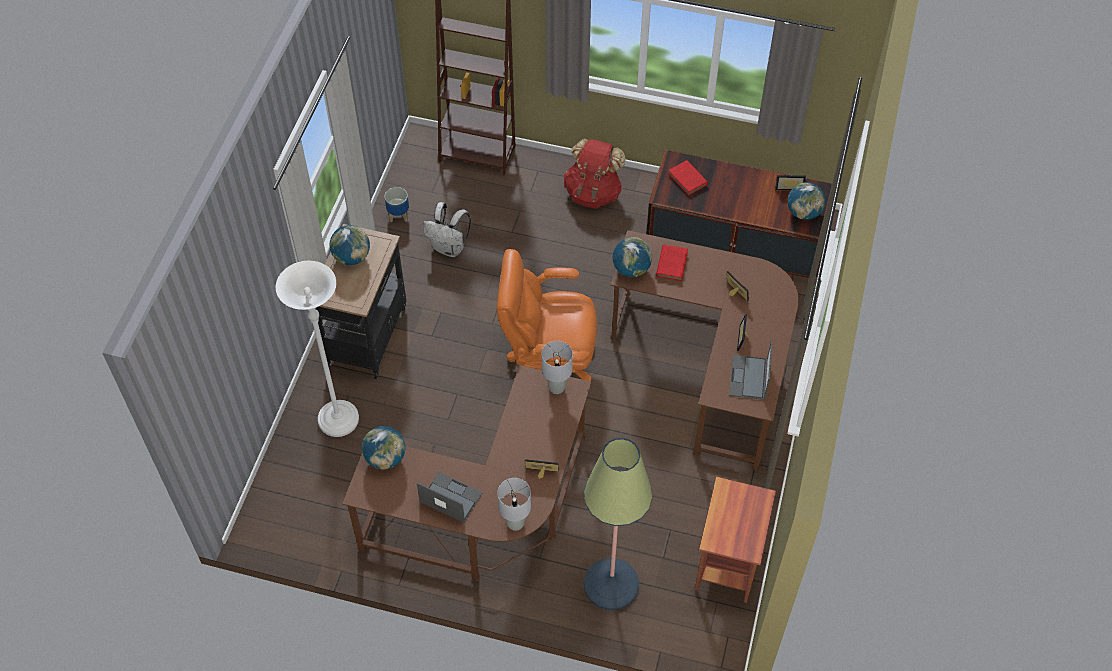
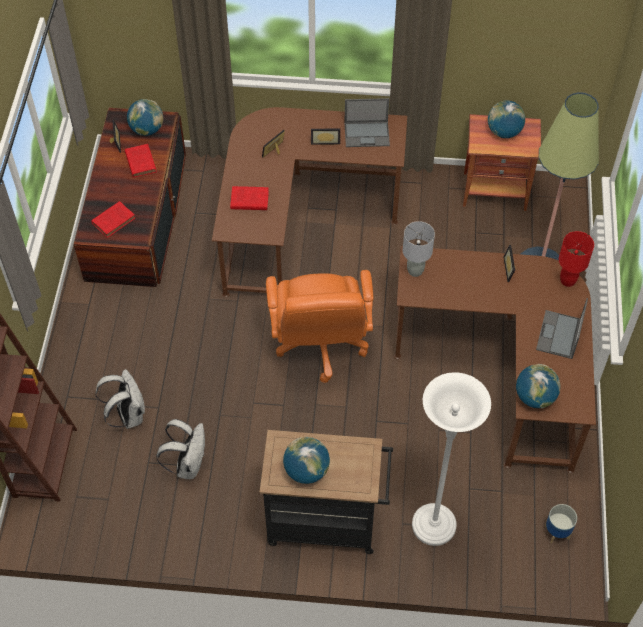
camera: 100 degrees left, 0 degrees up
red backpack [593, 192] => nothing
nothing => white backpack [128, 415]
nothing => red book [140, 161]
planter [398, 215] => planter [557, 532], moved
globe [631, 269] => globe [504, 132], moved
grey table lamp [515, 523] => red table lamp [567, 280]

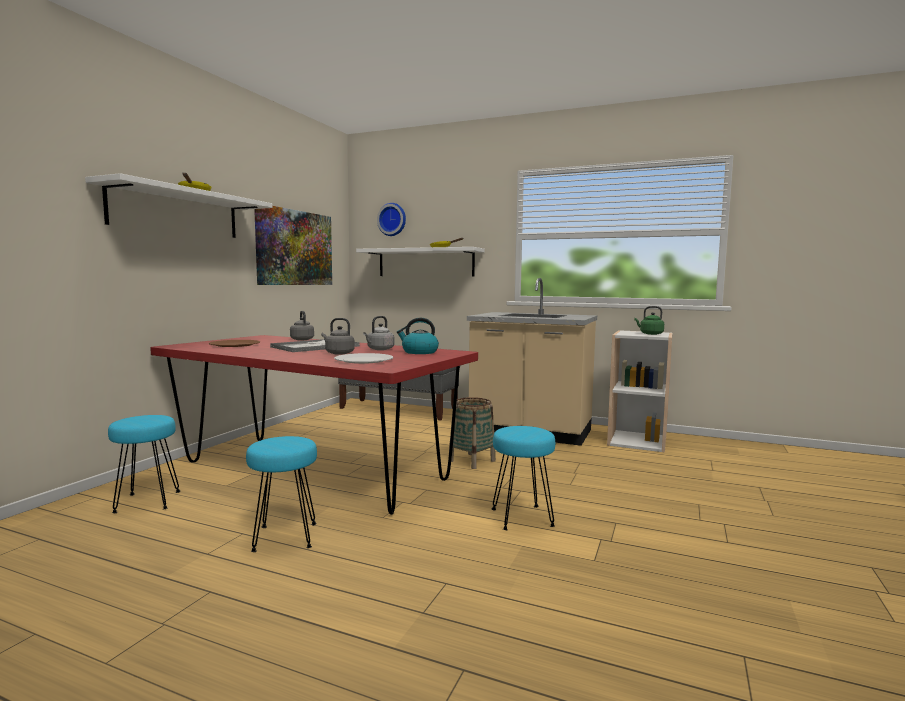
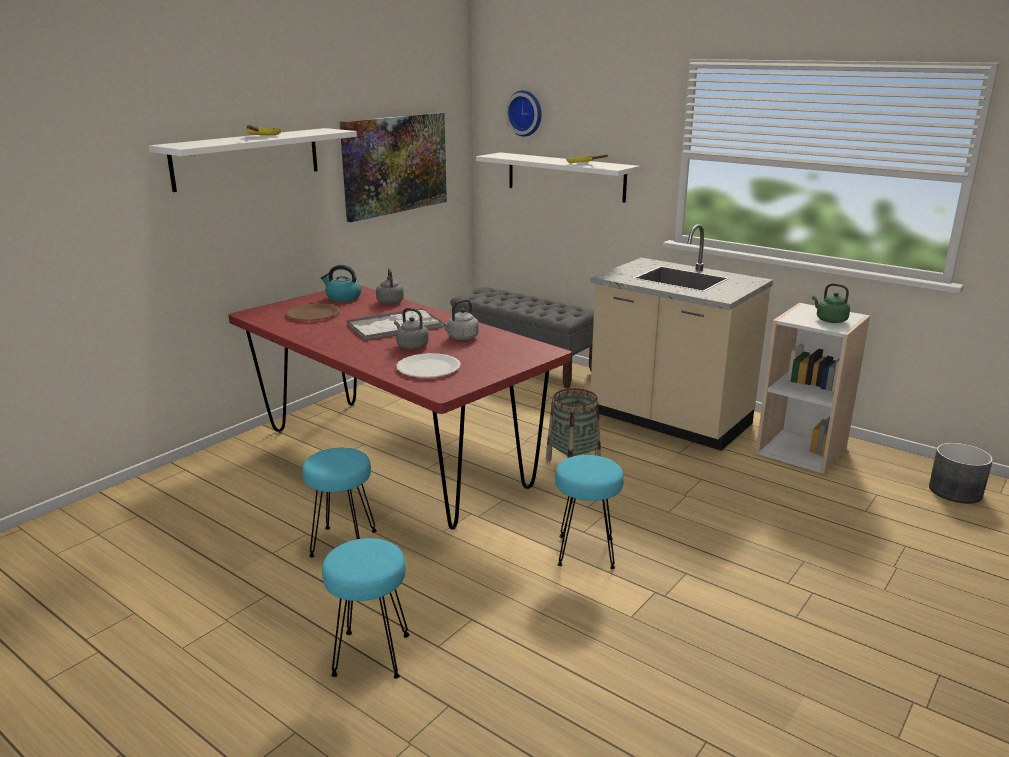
camera: 15 degrees right, 15 degrees up
nothing => grey planter [955, 491]
turquoise stool [147, 502] => turquoise stool [370, 654], moved
kettle [419, 352] => kettle [343, 297], moved

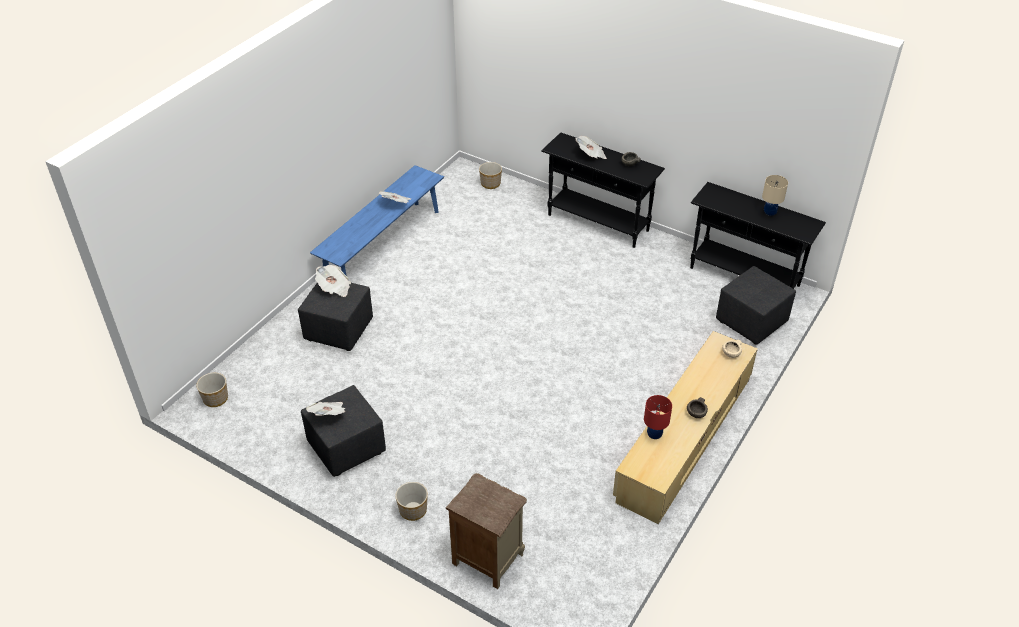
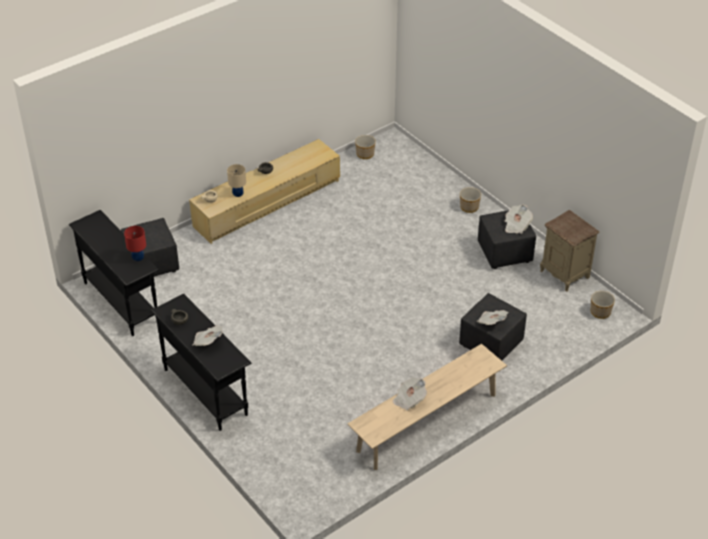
camera: 160 degrees left, 0 degrees up
beige nightstand [488, 557] => beige nightstand [564, 275], moved
planter [491, 183] => planter [364, 154], moved
red table lamp [655, 435] => red table lamp [138, 258], moved
beige table lamp [769, 212] => beige table lamp [238, 195], moved
blue bench [383, 246] => beige bench [427, 422]

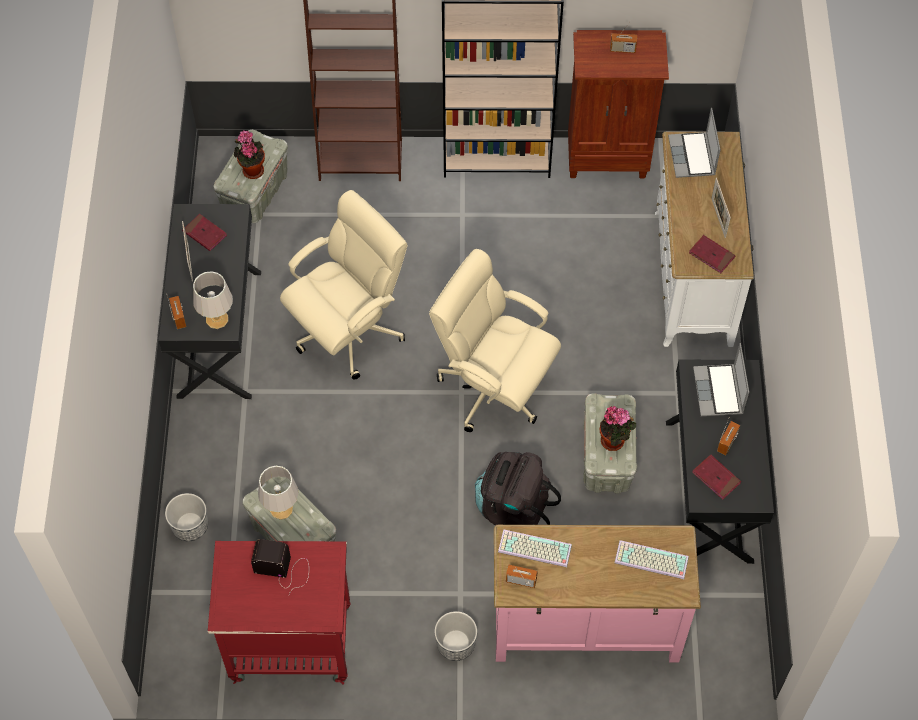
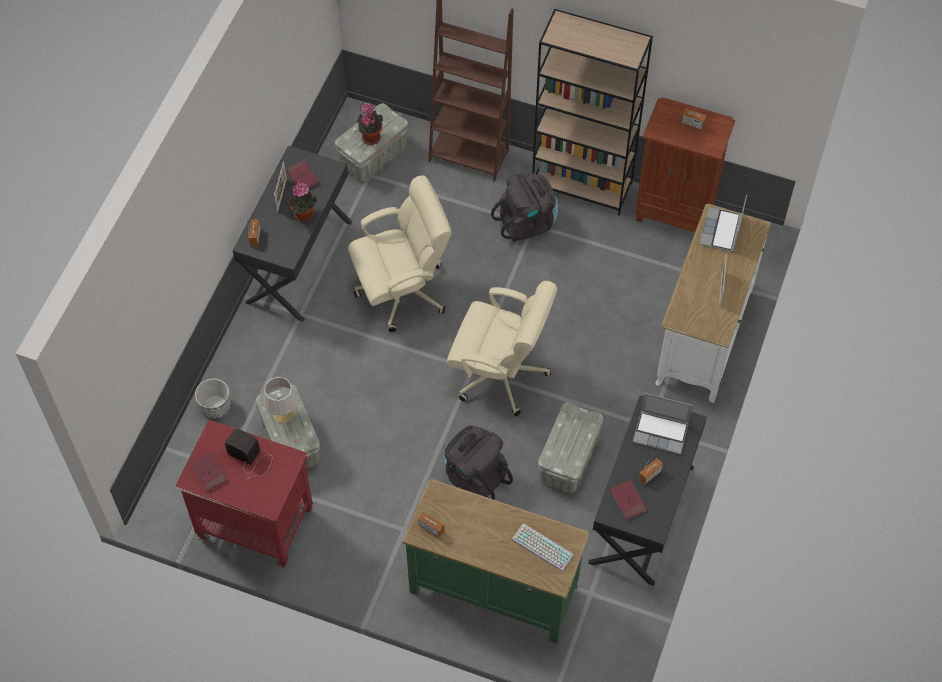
camera: 20 degrees right, 0 degrees up
grey table lamp [217, 319] => nothing
planter [455, 644] => nothing
keyboard [533, 549] => nothing
nothing => black backpack [527, 223]
potted plant [614, 441] => potted plant [305, 215], moved
red book [711, 255] => red book [209, 473], moved
pink dresser [585, 623] => green dresser [494, 587]
beige office chair [494, 387] => beige office chair [500, 374], 150 degrees clockwise
laptop [719, 392] => laptop [661, 432], 90 degrees counterclockwise

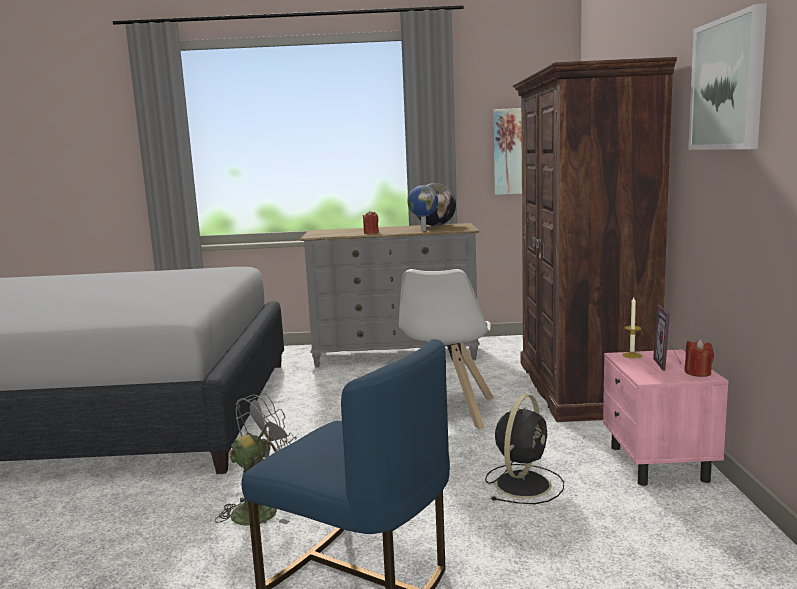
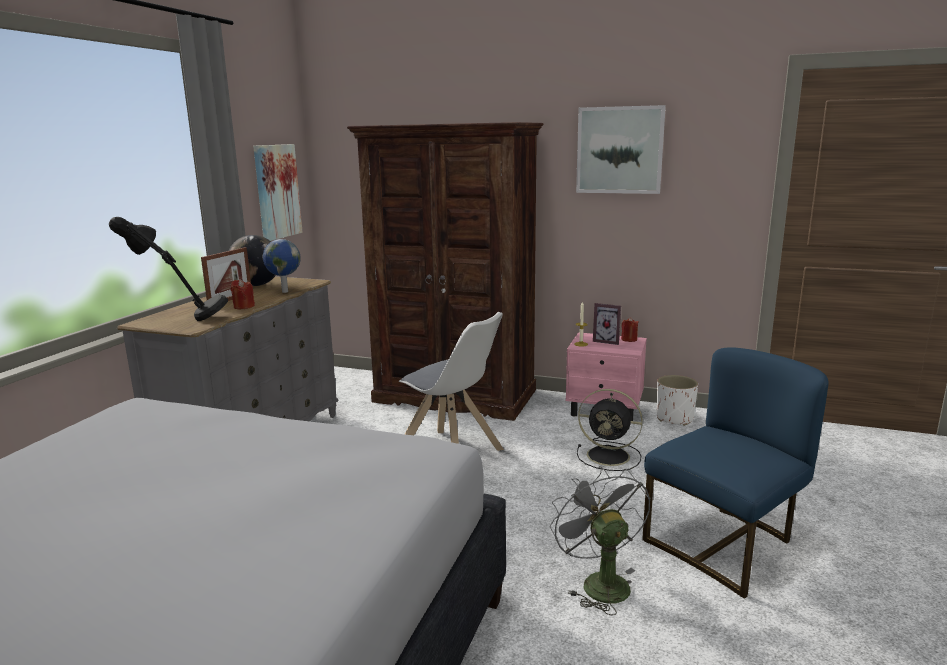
camera: 70 degrees left, 5 degrees up
nothing => black table lamp [178, 319]
nothing => picture frame [230, 299]
nothing => white planter [675, 418]
black fan [524, 483] => black fan [610, 456], 150 degrees clockwise

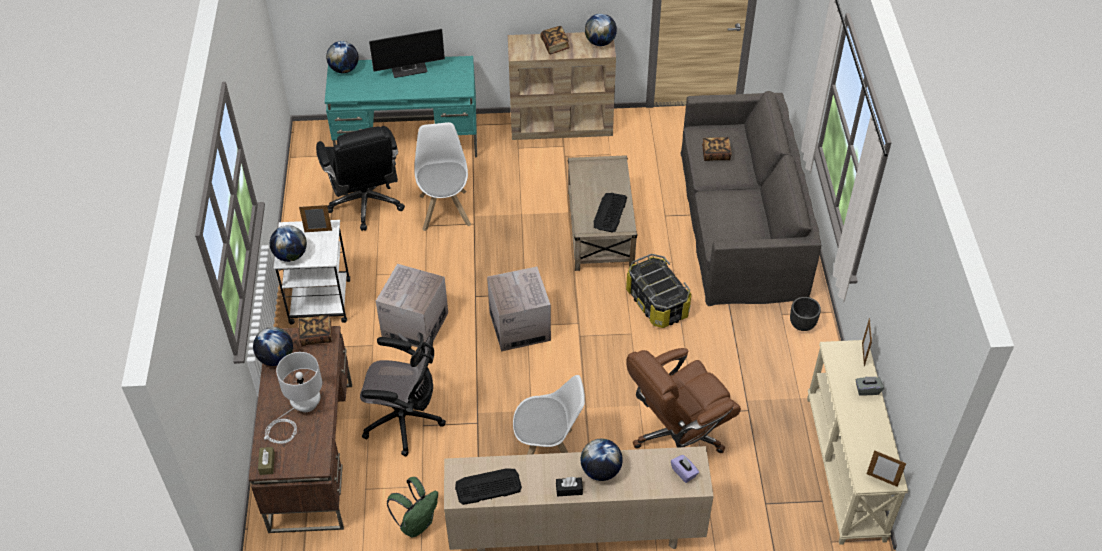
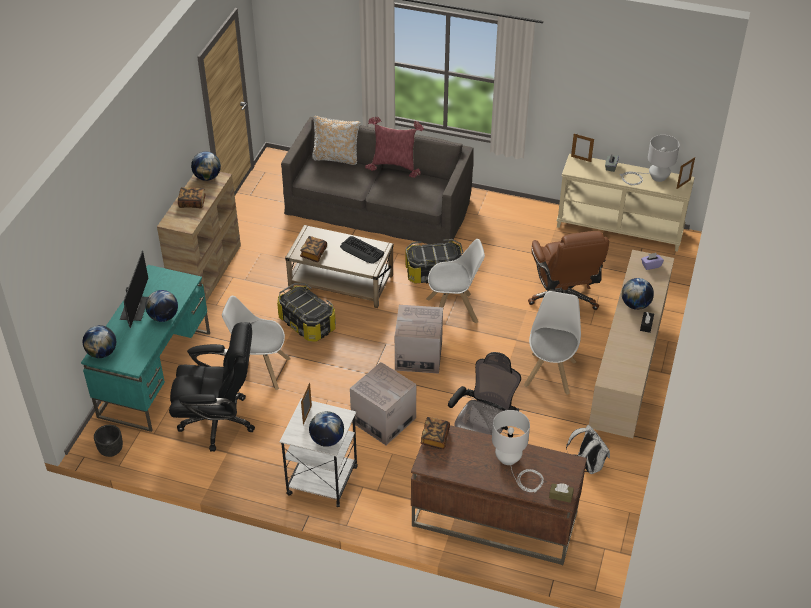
camera: 70 degrees left, 5 degrees down
keyboard [488, 486] => nothing
nothing => storage box [307, 323]
nothing => white pillow [336, 159]
nothing => red pillow [394, 169]
nothing => chair [453, 310]
nothing => white table lamp [648, 177]
globe [276, 358] => globe [164, 317], moved
book [715, 154] => book [313, 253], moved
black planter [802, 325] => black planter [111, 451], moved
green backpack [417, 523] => white backpack [587, 465]

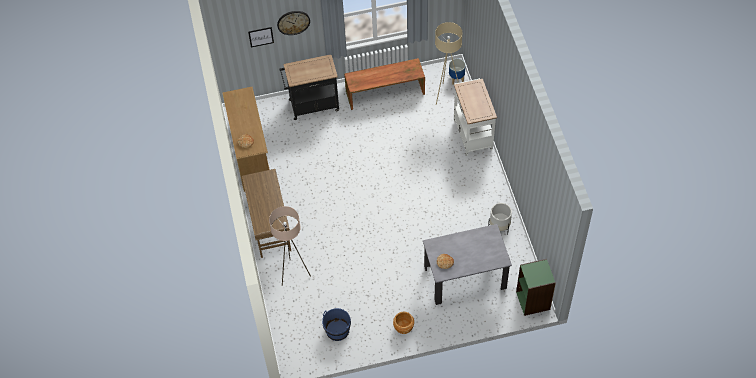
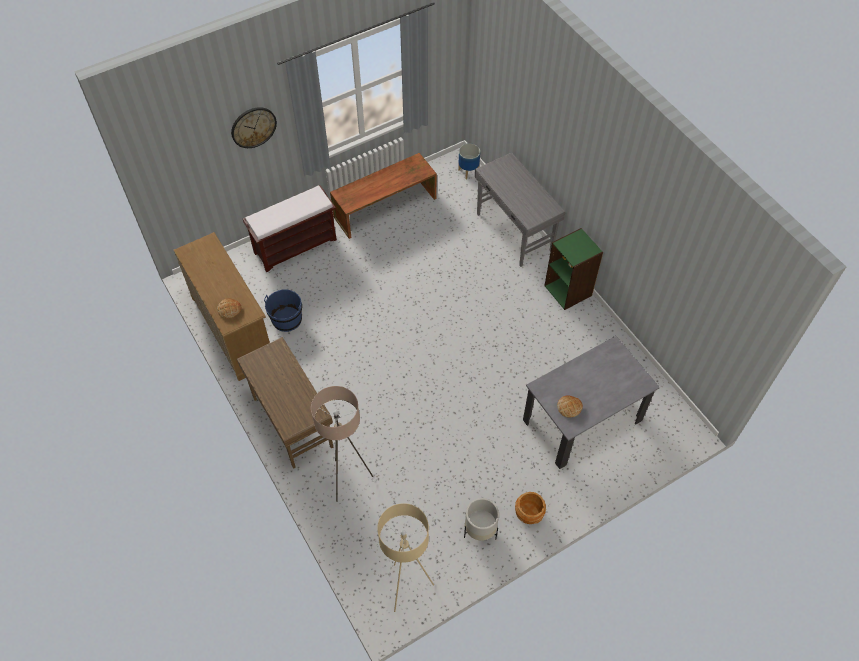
camera: 20 degrees left, 0 degrees up
picture [261, 37] => nothing
blue bucket [337, 330] => blue bucket [287, 319], moved
beige floor lamp [446, 95] => beige floor lamp [407, 587], moved
white planter [499, 226] => white planter [480, 529], moved
green bookcase [533, 300] => green bookcase [568, 290], moved
black cart [312, 106] => brown bench [296, 245]
white cart [472, 133] => grey console table [514, 232]

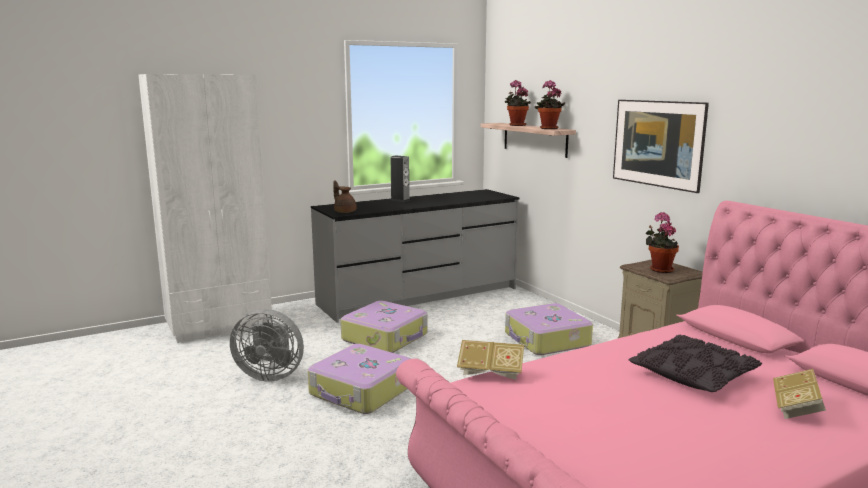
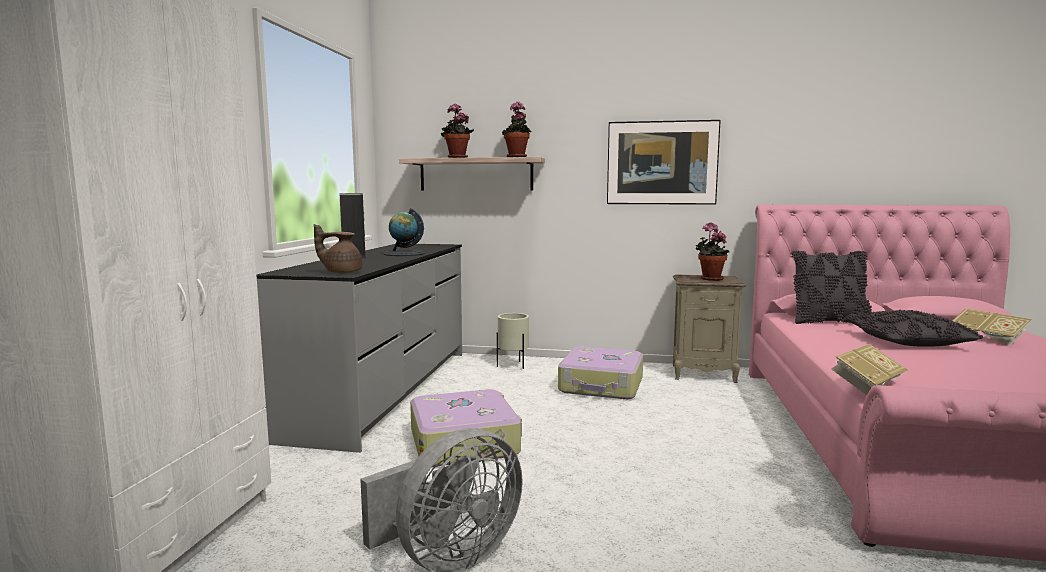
camera: 50 degrees left, 5 degrees down
suitcase [361, 391] => nothing
nothing => globe [404, 254]
nothing => beige planter [513, 365]
nothing => black pillow [829, 322]

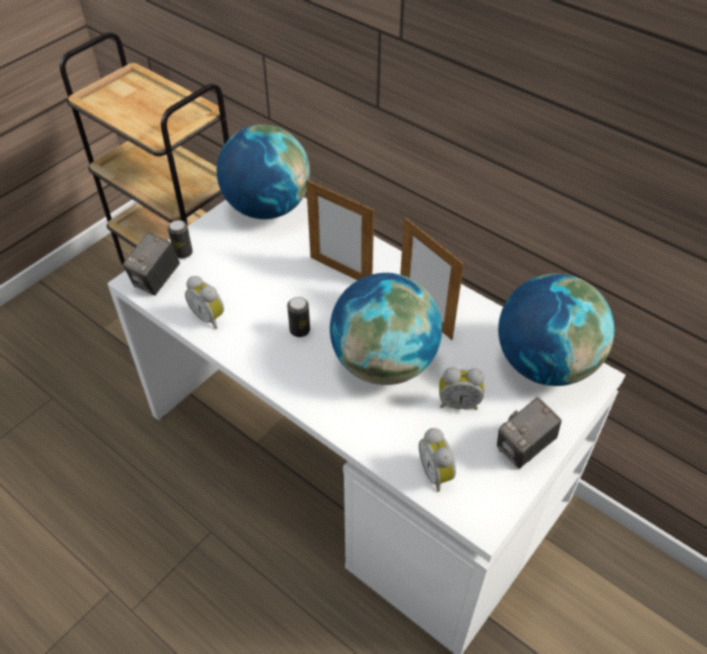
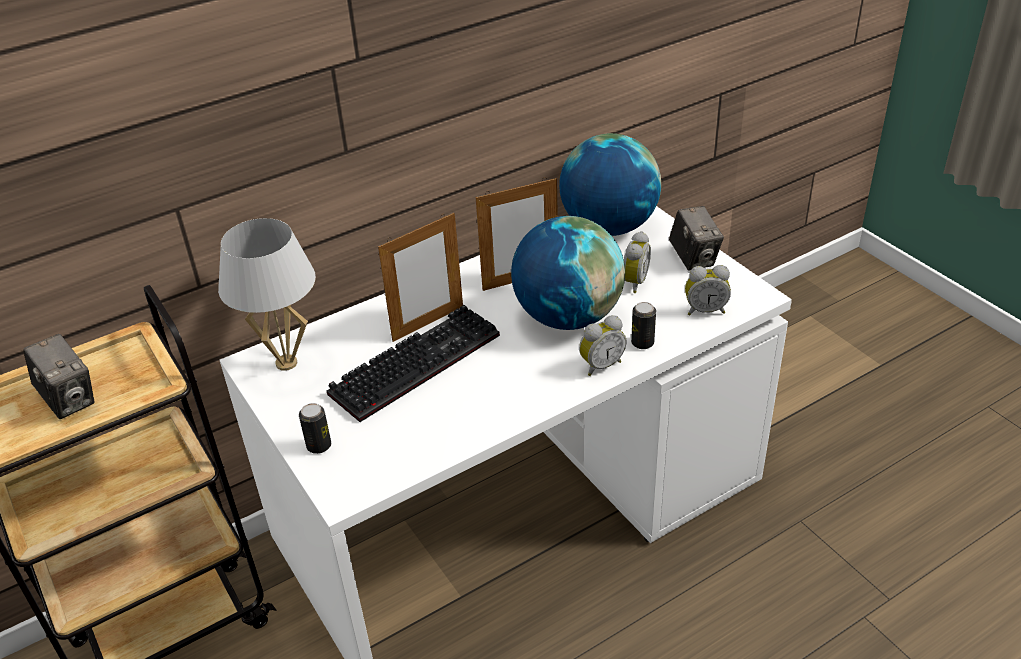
camera: 70 degrees left, 10 degrees down
nothing => keyboard [416, 361]
photo camera [156, 280] => photo camera [69, 400], moved
alarm clock [210, 317] => alarm clock [600, 365], moved
can [300, 330] => can [642, 343], moved
globe [267, 207] => white table lamp [286, 363]

